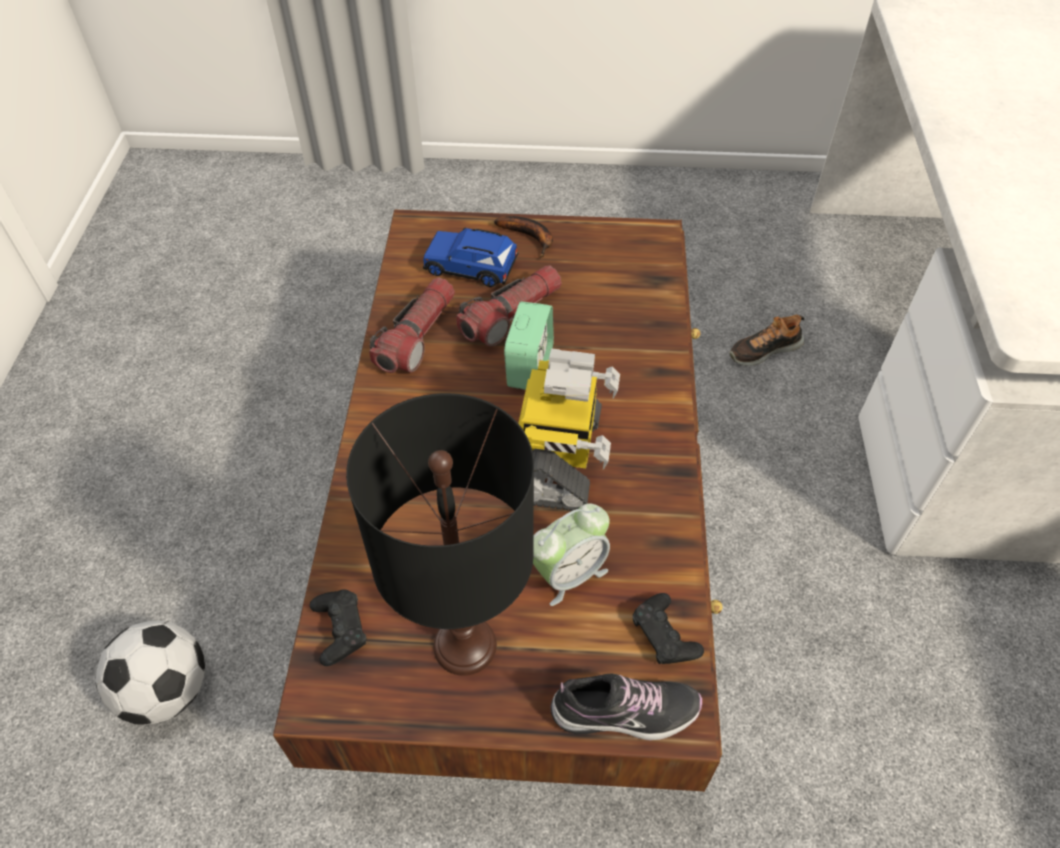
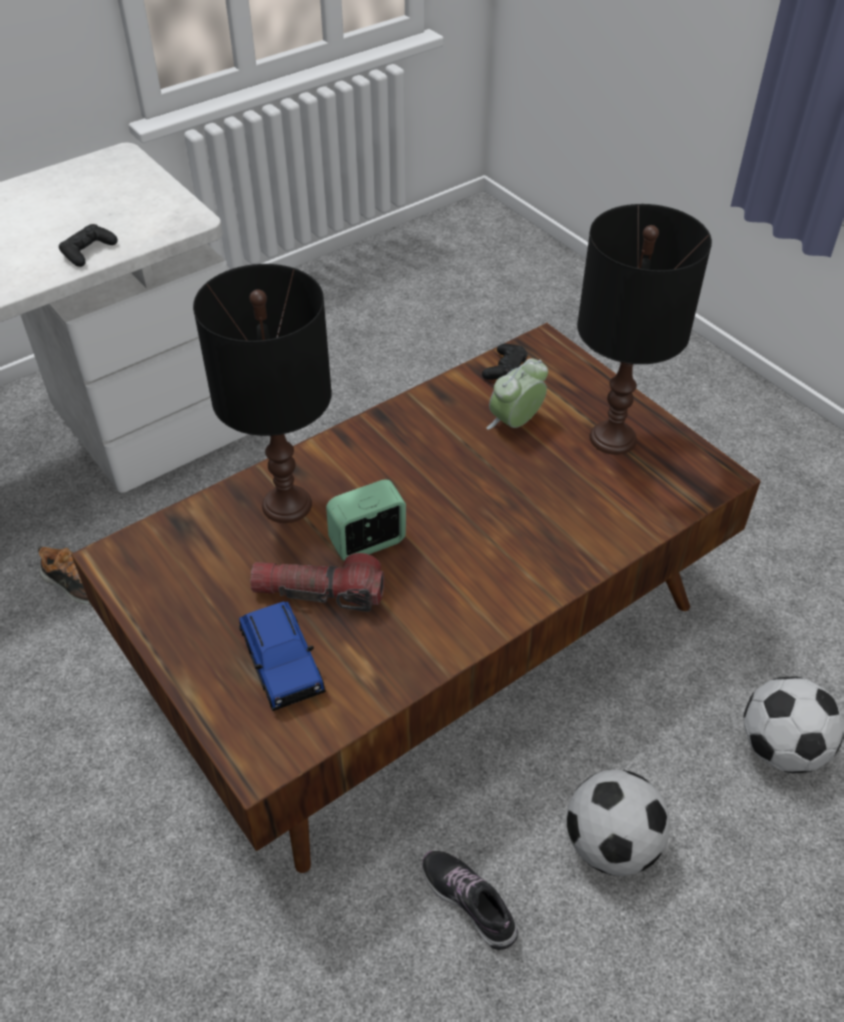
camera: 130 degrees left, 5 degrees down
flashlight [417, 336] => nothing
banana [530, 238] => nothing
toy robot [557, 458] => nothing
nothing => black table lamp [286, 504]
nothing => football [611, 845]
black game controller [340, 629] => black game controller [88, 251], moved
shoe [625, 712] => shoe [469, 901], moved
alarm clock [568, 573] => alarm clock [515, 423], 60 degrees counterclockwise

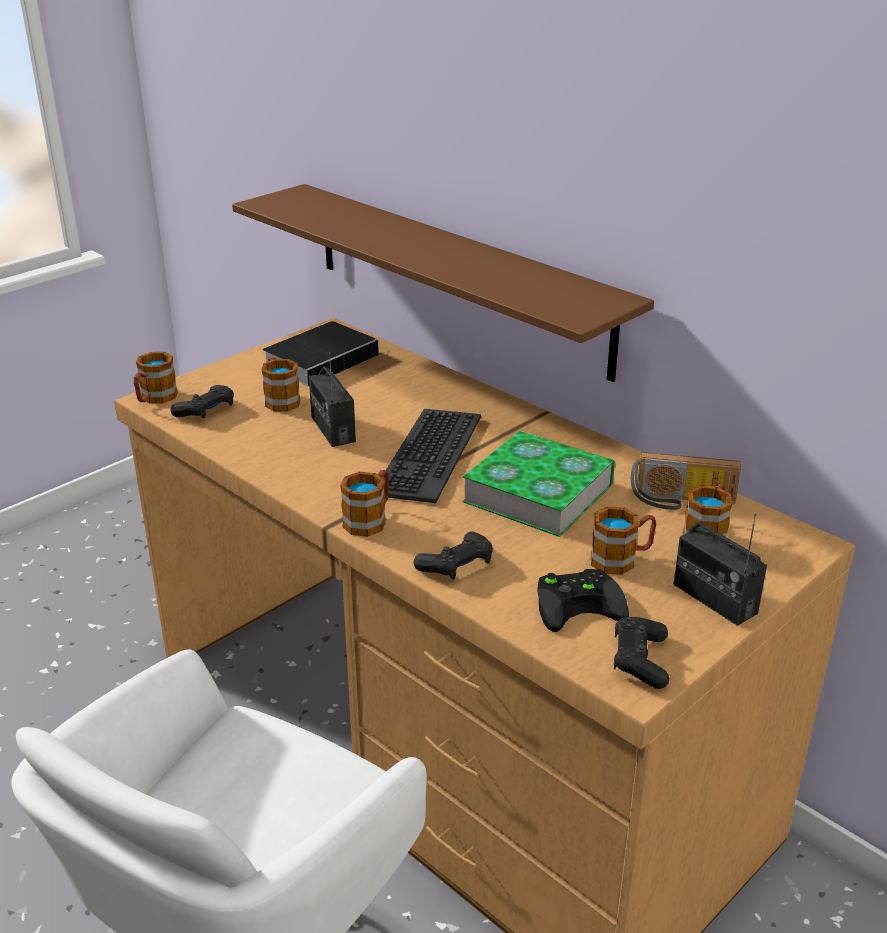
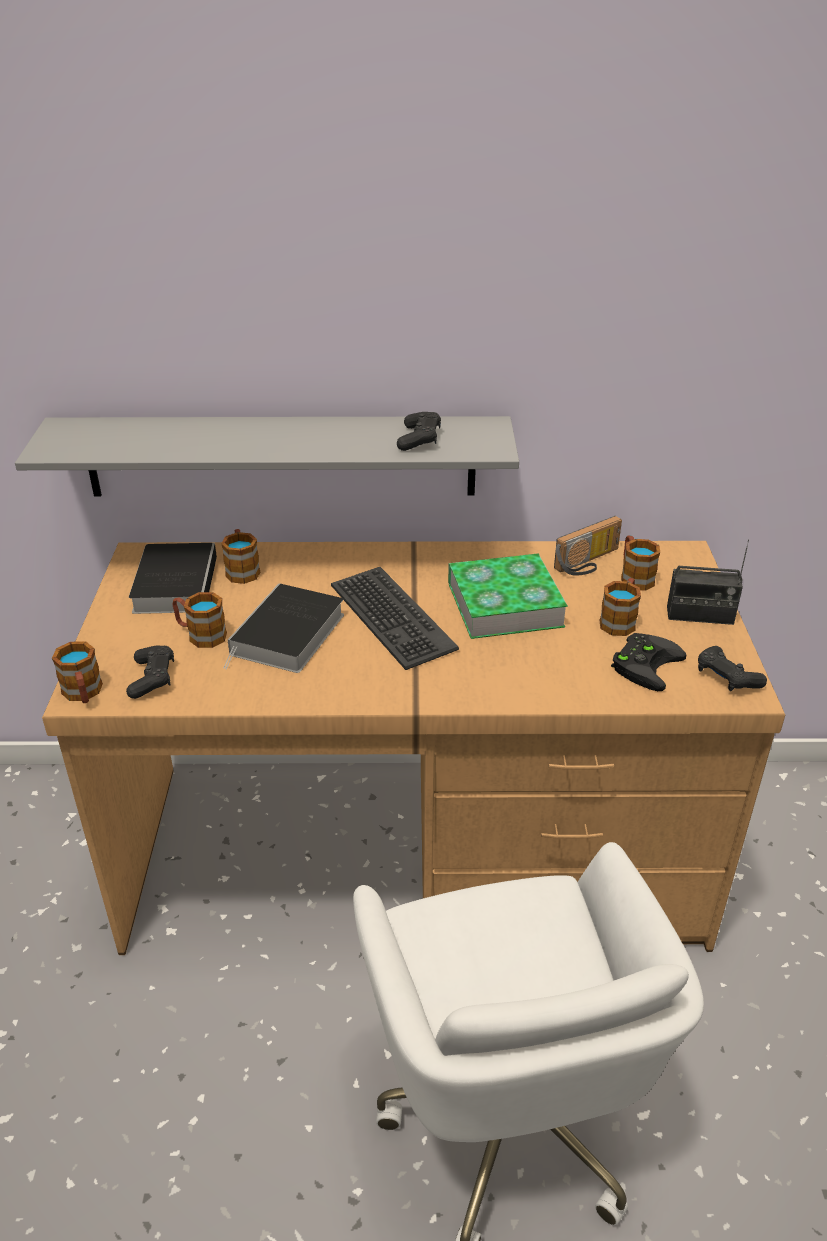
camera: 45 degrees left, 5 degrees up
mug [370, 519] => mug [242, 570], moved
black game controller [456, 565] => black game controller [419, 439], moved
radio [332, 429] => book [287, 636]
brown shelf [457, 277] => grey shelf [281, 456]

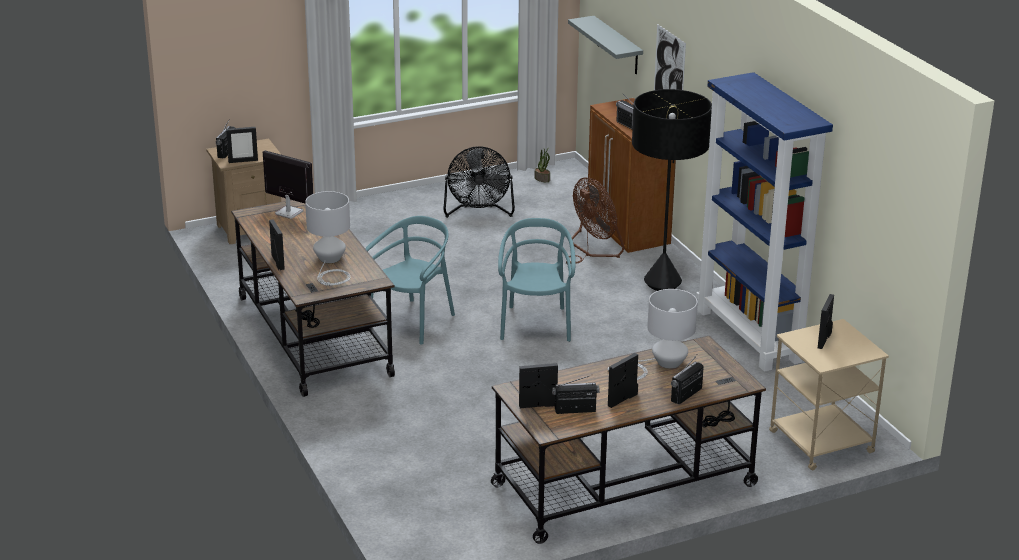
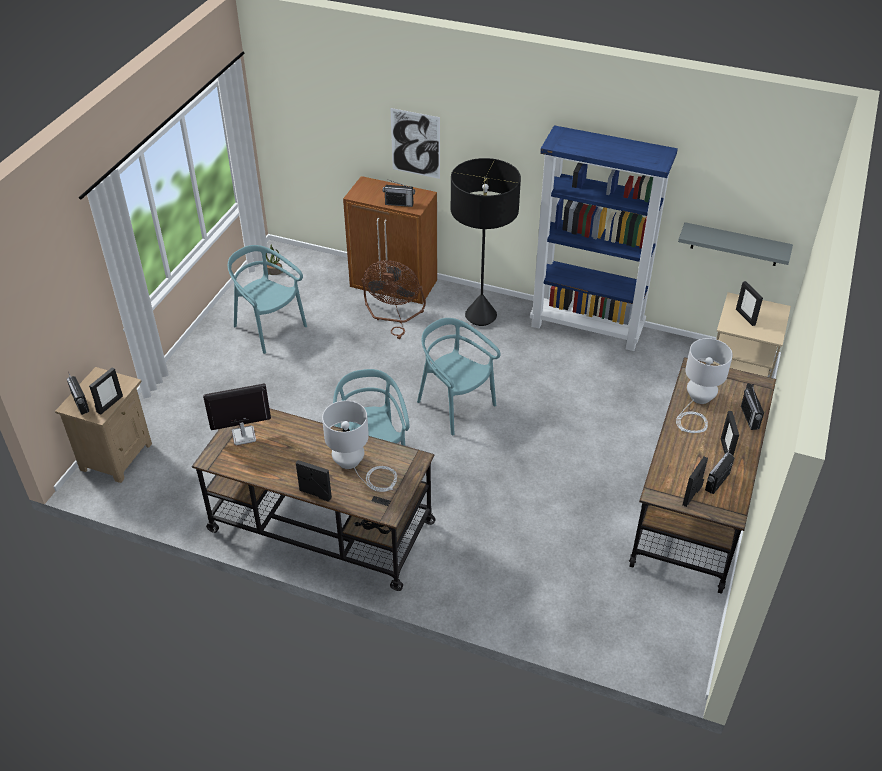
camera: 45 degrees left, 15 degrees up
grey shelf [617, 46] => grey shelf [735, 244], moved
black fan [476, 210] => turquoise chair [269, 328]

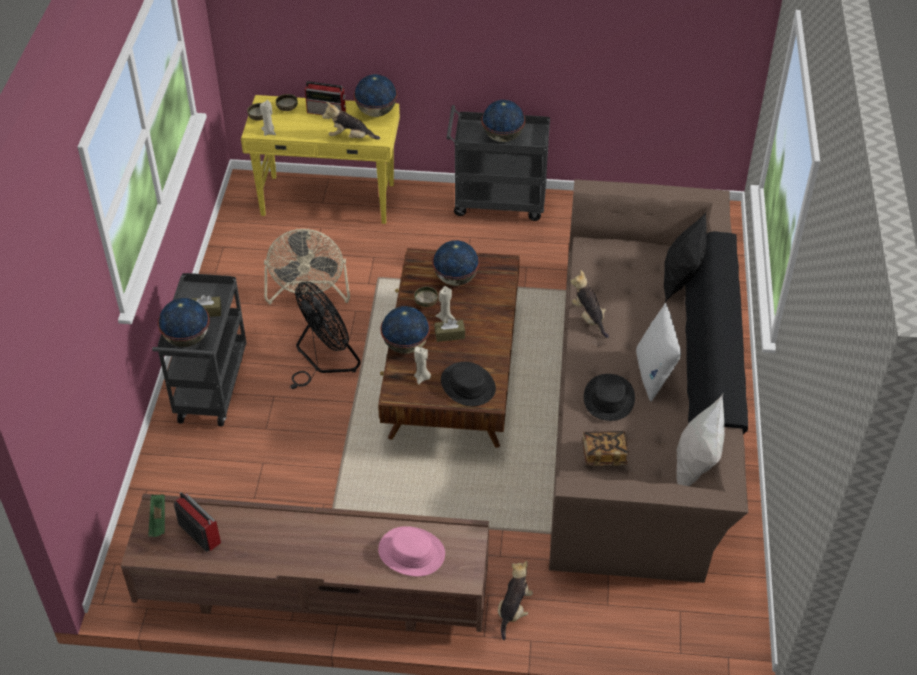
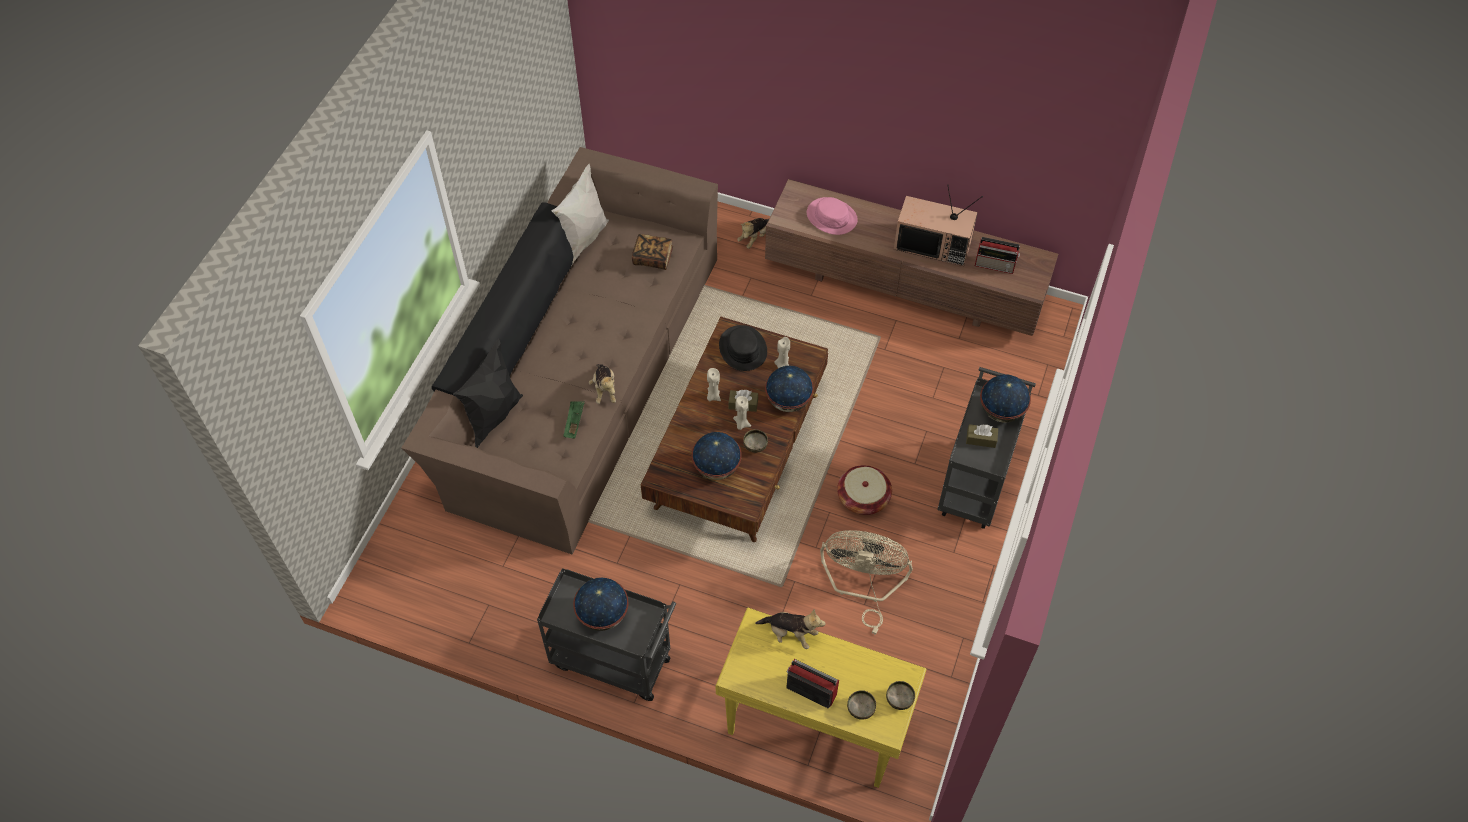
camera: 165 degrees left, 10 degrees up
globe [376, 112] => nothing
black hat [608, 398] => nothing
grey pillow [654, 374] => nothing
nothing => television [934, 244]
green tray [158, 521] => green tray [574, 423], moved
beige candle [269, 132] => beige candle [713, 396], moved
black fan [320, 357] => basket [863, 498]
radio [199, 532] => radio [995, 265], 45 degrees counterclockwise

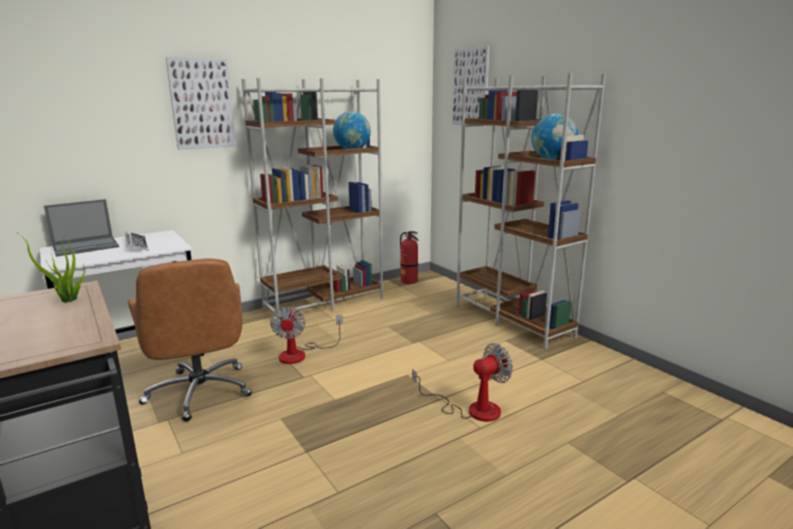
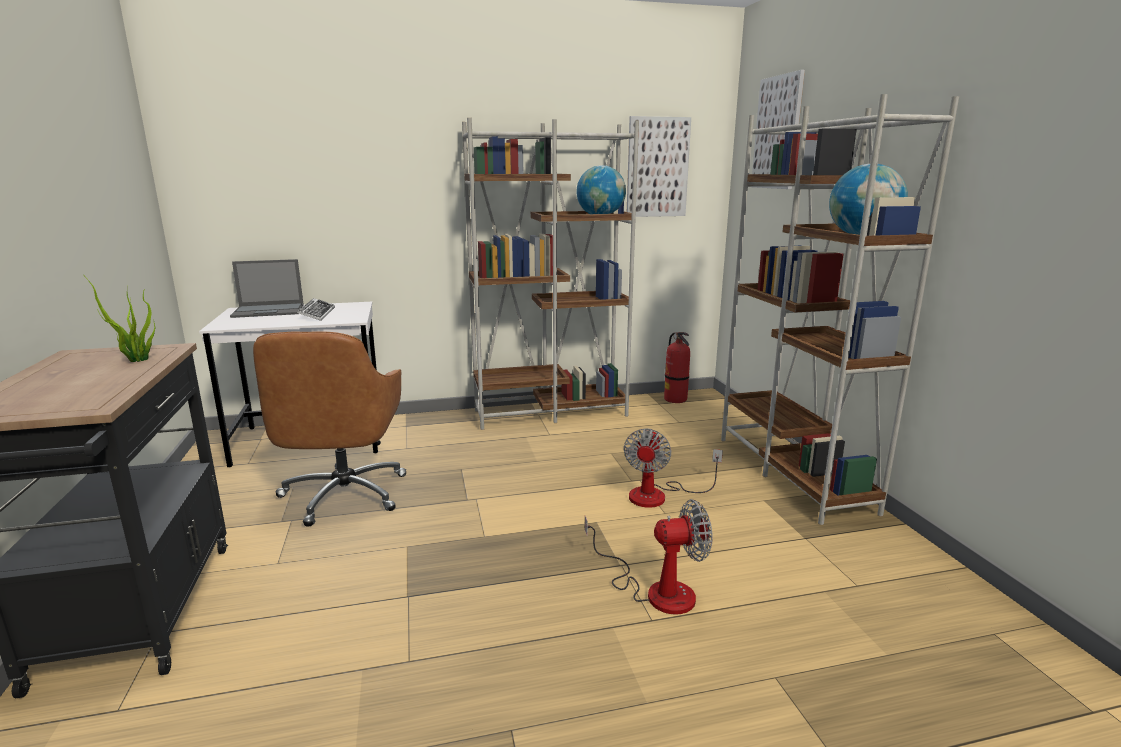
camera: 20 degrees right, 0 degrees up
picture [202, 104] => picture [657, 167], moved
fan [301, 354] => fan [659, 495], moved

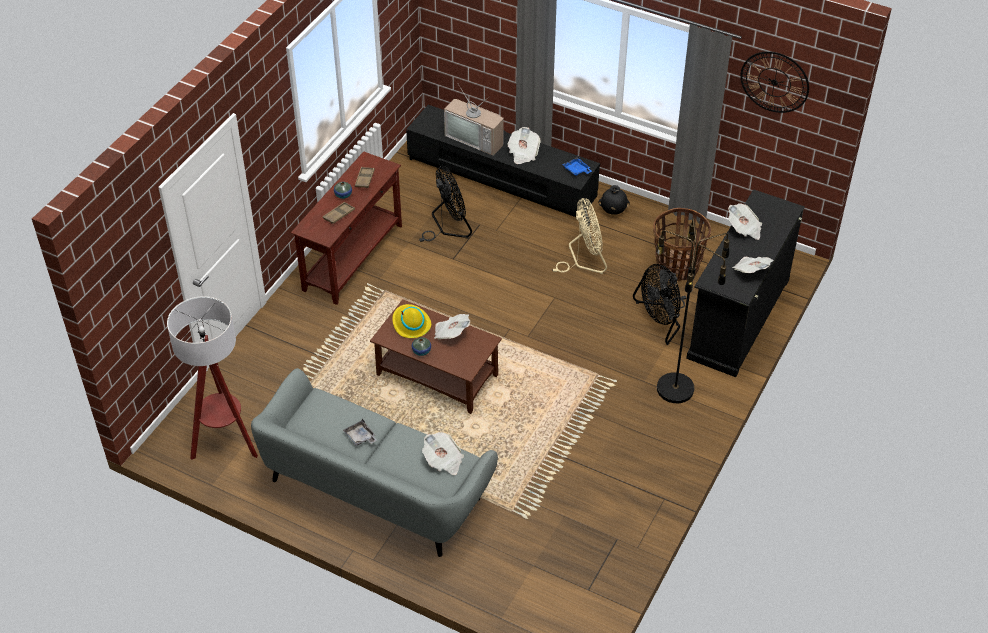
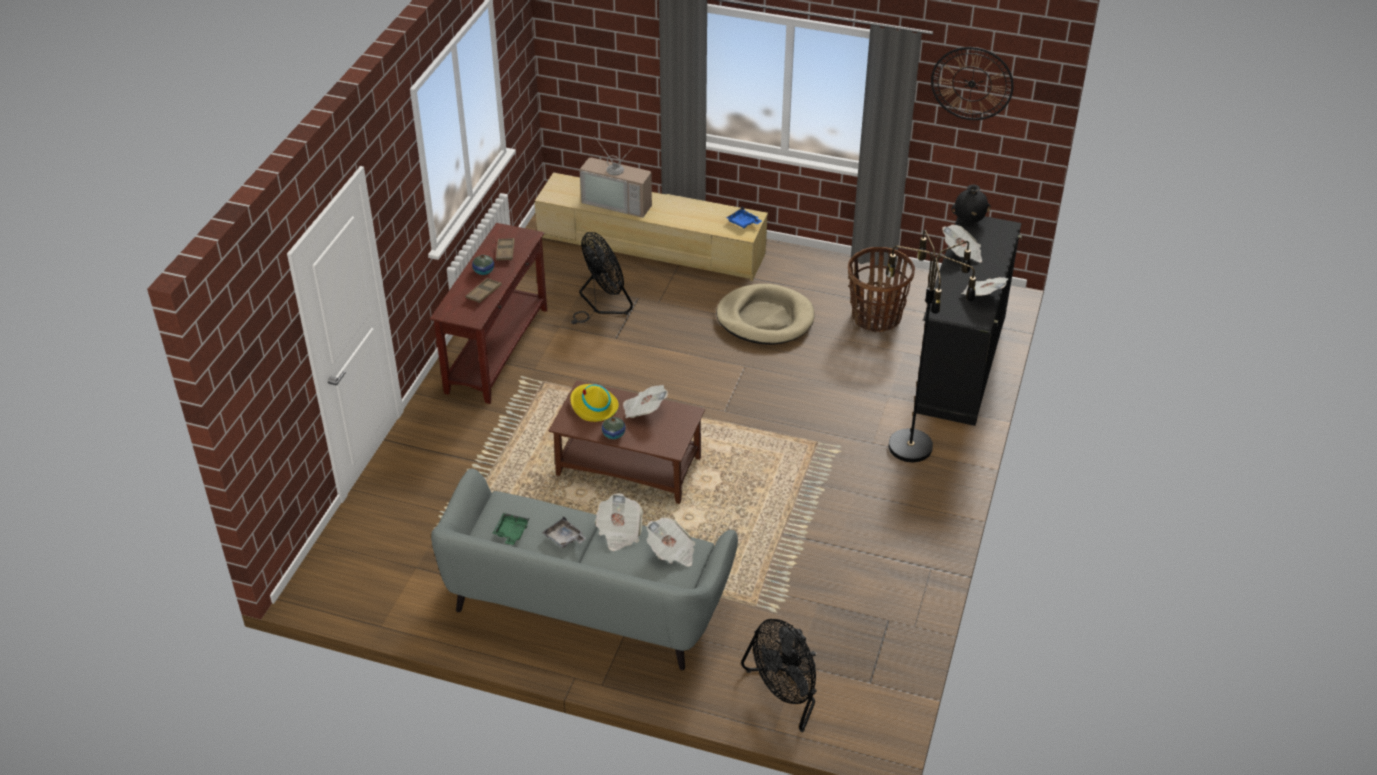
camera: 10 degrees left, 5 degrees down
floor lamp [225, 443] => nothing
nothing => green tray [511, 532]
newspaper [523, 153] => newspaper [619, 532], moved
black vase [613, 211] => black vase [968, 221], moved
black fan [662, 317] => black fan [787, 689], moved
beige fan [582, 256] => beige dog bed [765, 318]
black tv stand [502, 177] => beige tv stand [652, 246]

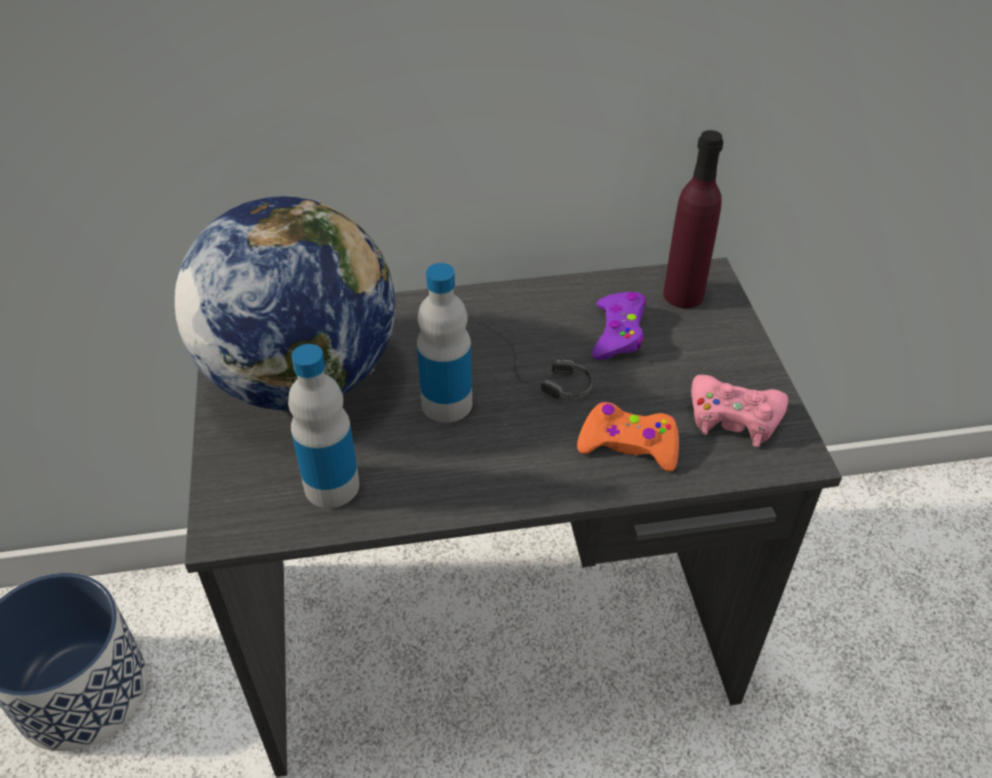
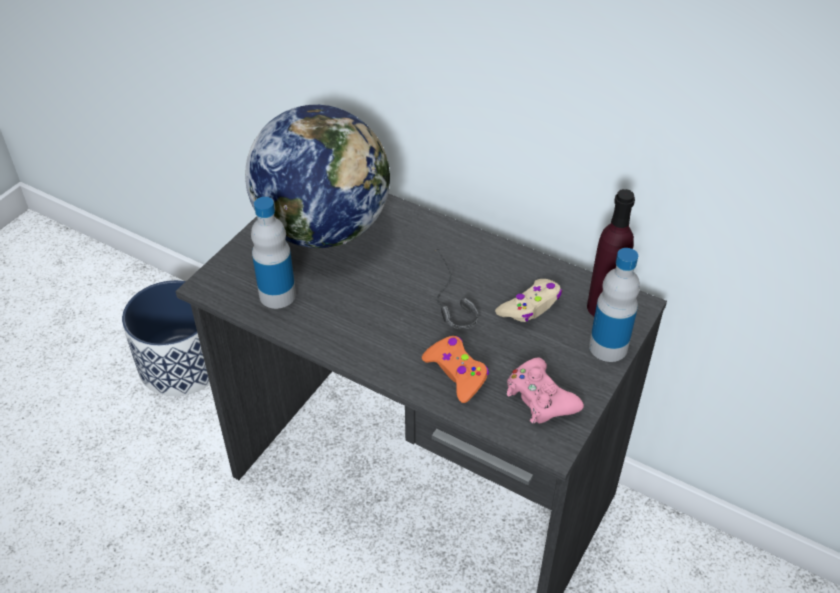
camera: 40 degrees right, 0 degrees up
bottle [447, 403] => bottle [608, 347], moved
purple game controller [618, 333] => beige game controller [530, 306]

